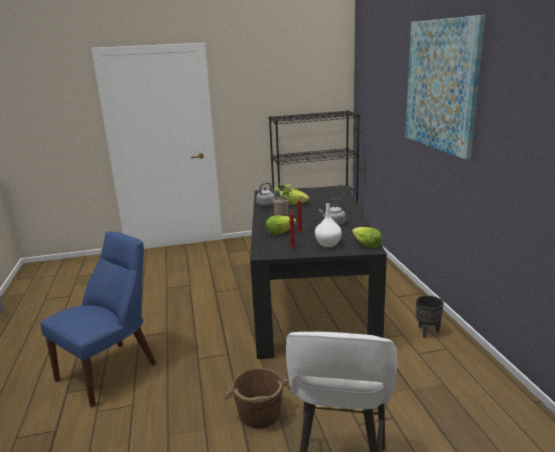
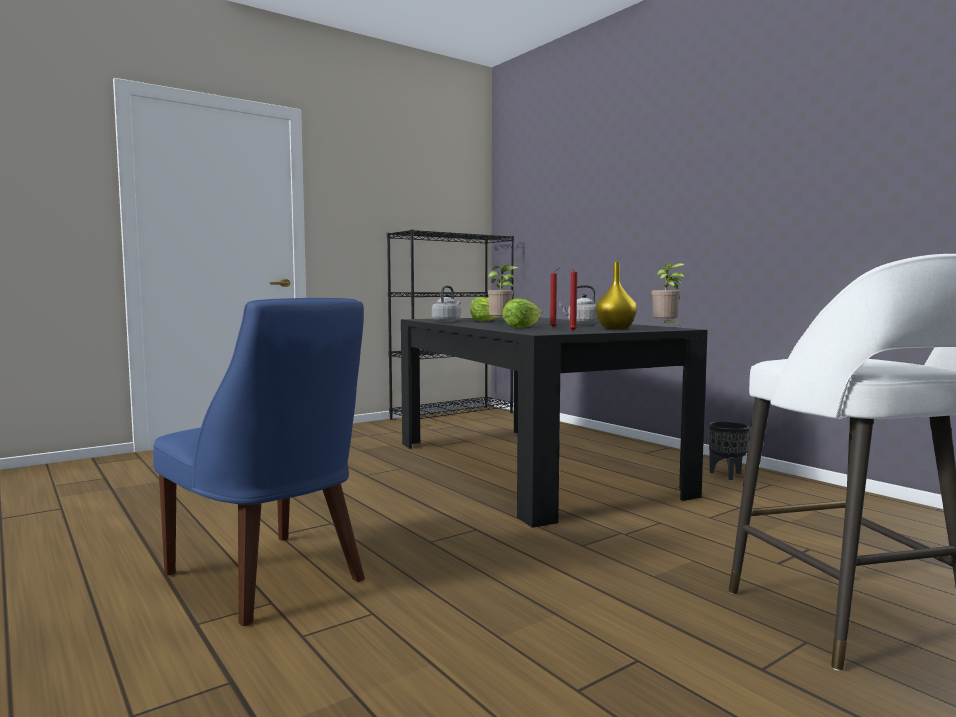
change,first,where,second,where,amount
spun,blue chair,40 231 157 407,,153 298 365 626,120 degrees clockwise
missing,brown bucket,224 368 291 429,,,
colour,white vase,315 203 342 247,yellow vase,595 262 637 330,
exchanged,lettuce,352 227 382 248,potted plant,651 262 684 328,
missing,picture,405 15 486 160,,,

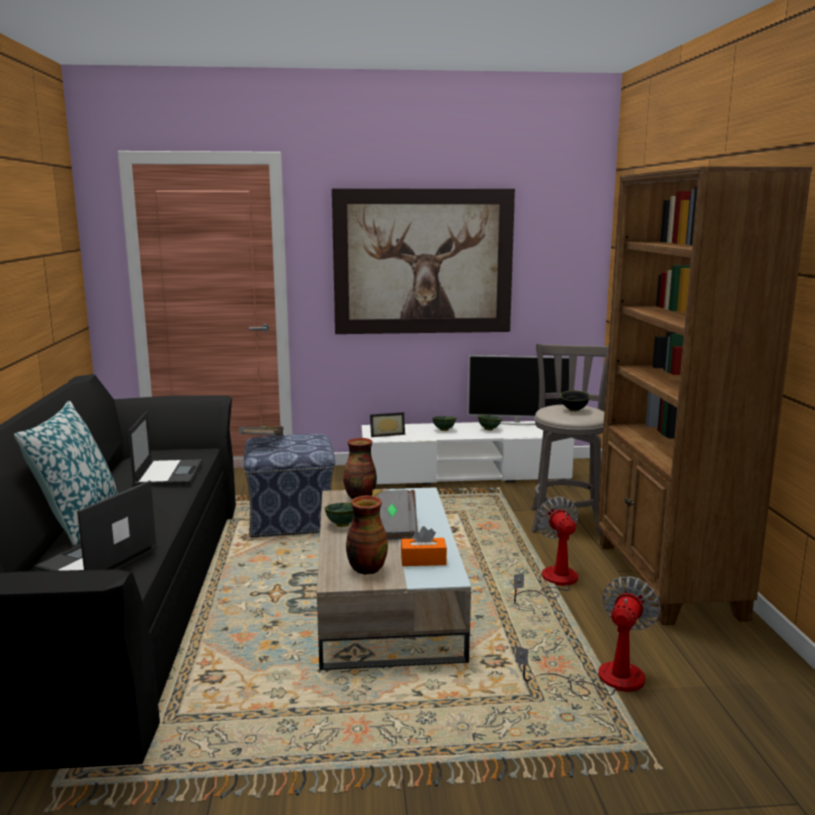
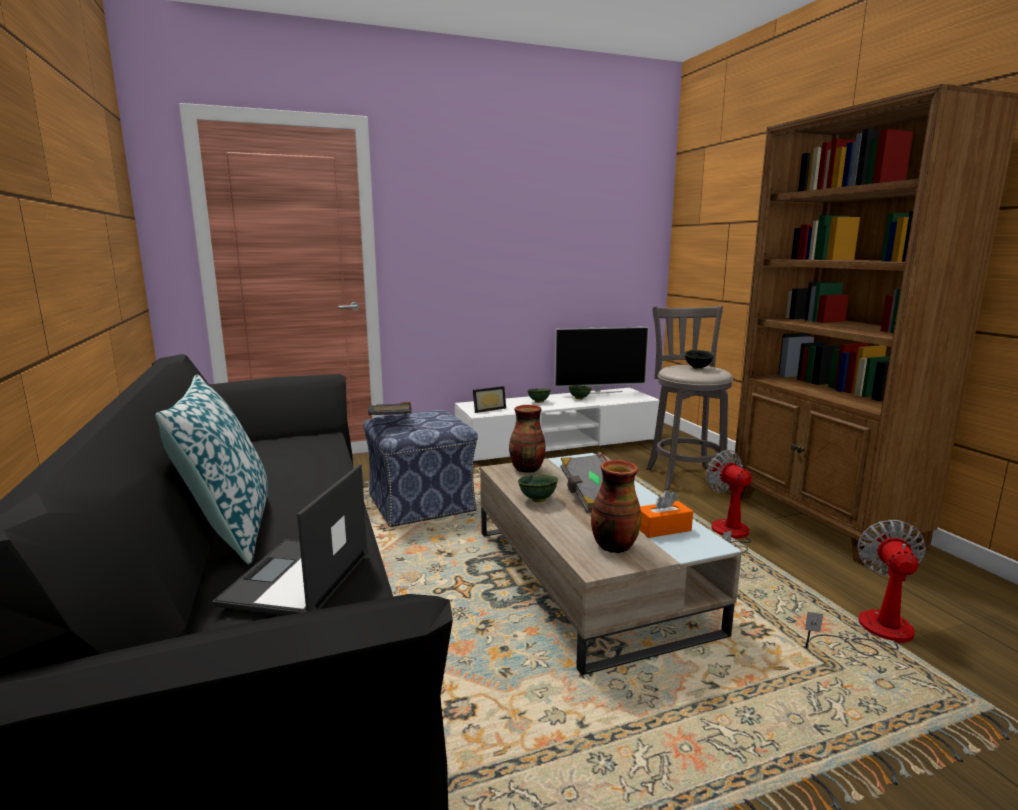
change,first,where,second,where,amount
missing,laptop,128 412 202 486,,,
missing,picture,332 188 515 334,,,

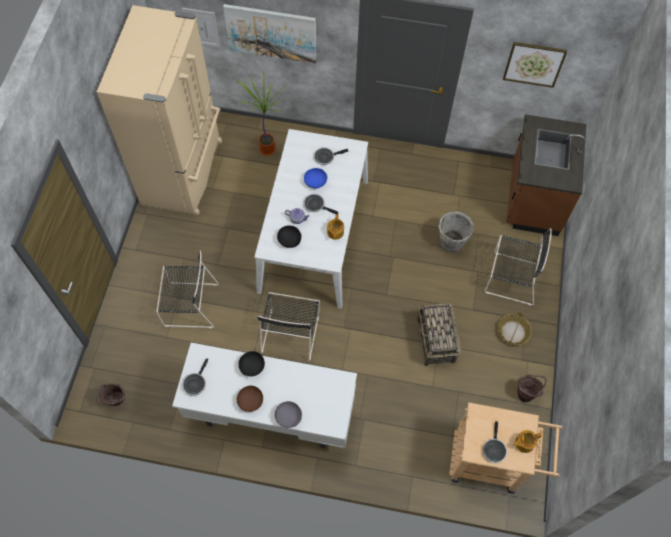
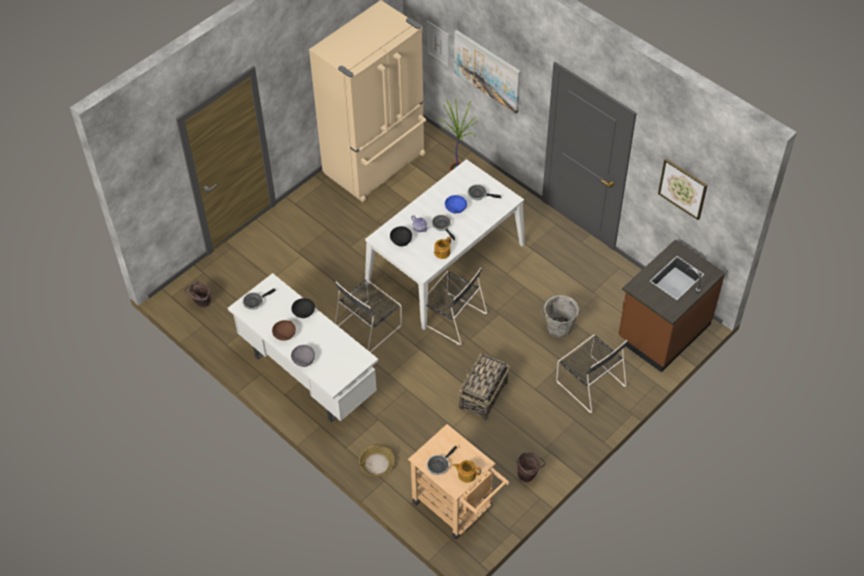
change,first,where,second,where,amount
relocated,black chair,157 250 219 328,,419 267 487 345,
relocated,basket,497 311 532 346,,359 445 394 476,

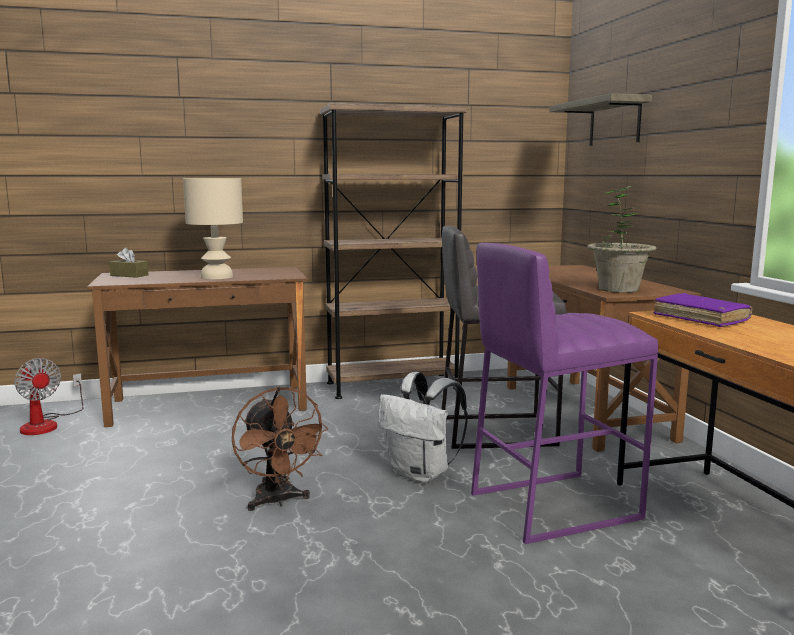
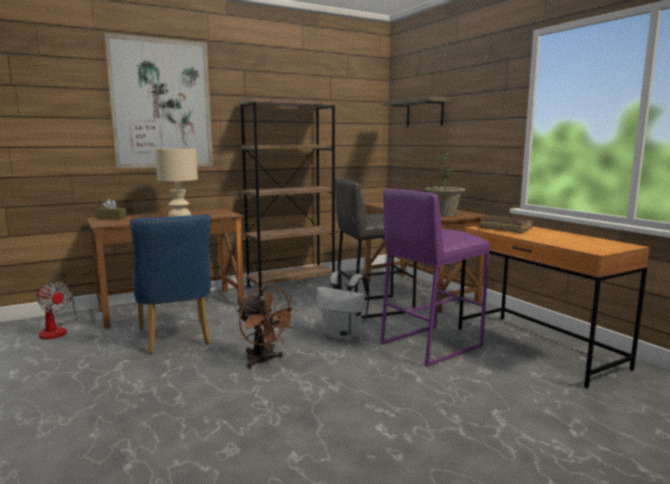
change,first,where,second,where,amount
colour,purple book,653 293 753 327,brown book,479 215 533 233,
appeared,,,picture,104 33 213 169,
appeared,,,blue chair,130 214 211 354,

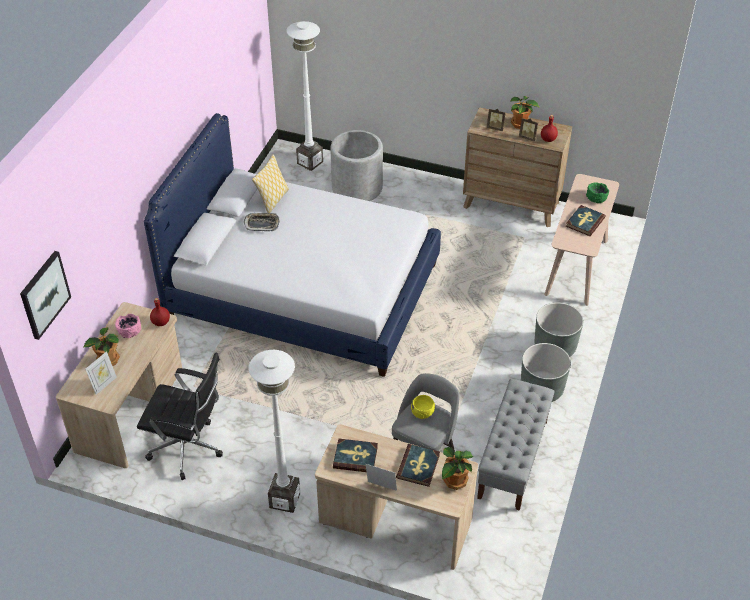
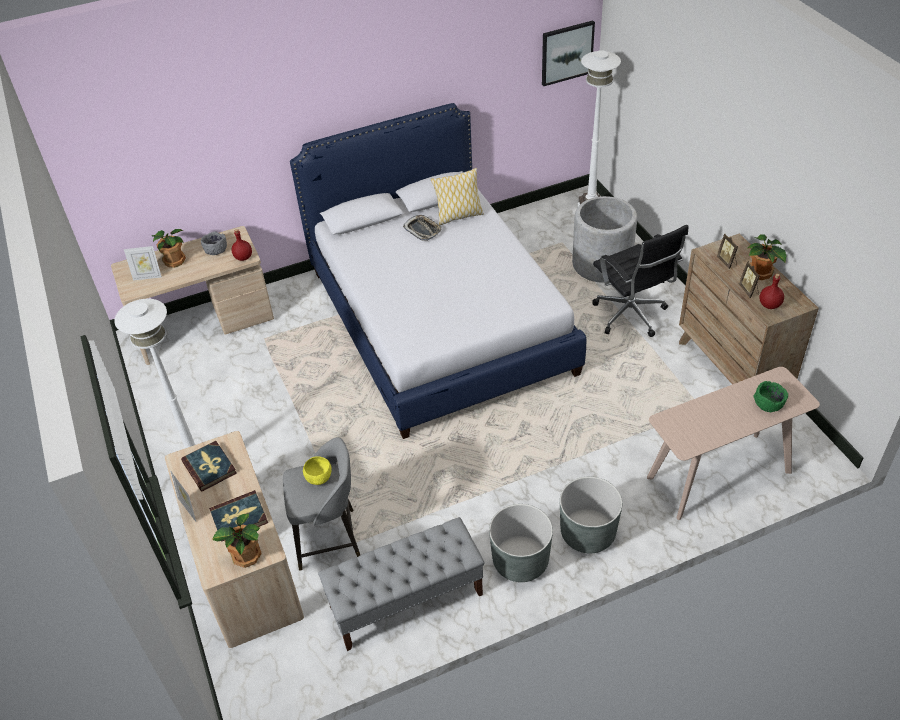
change,first,where,second,where,amount
relocated,picture,20 251 71 340,,542 20 595 86,
colour,pink bowl,115 314 141 338,grey bowl,201 232 227 255,
relocated,black office chair,137 353 223 480,,592 225 688 337,
missing,book,566 205 606 236,,,

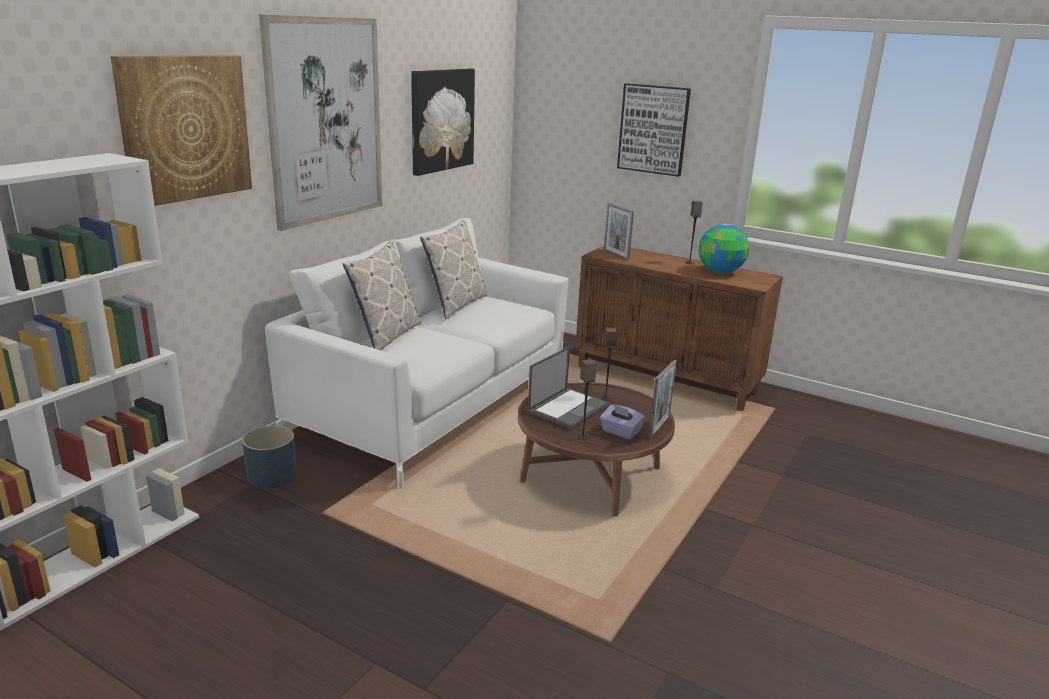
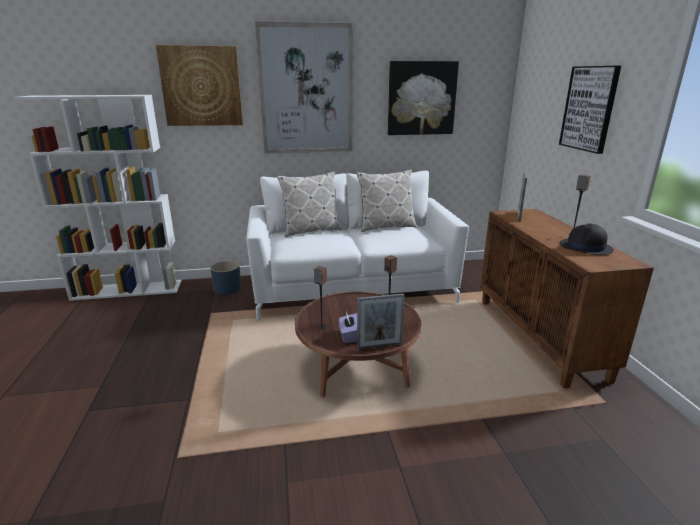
change,first,where,second,where,amount
missing,laptop,528 346 609 429,,,
exchanged,globe,698 224 750 274,black hat,560 223 614 255,

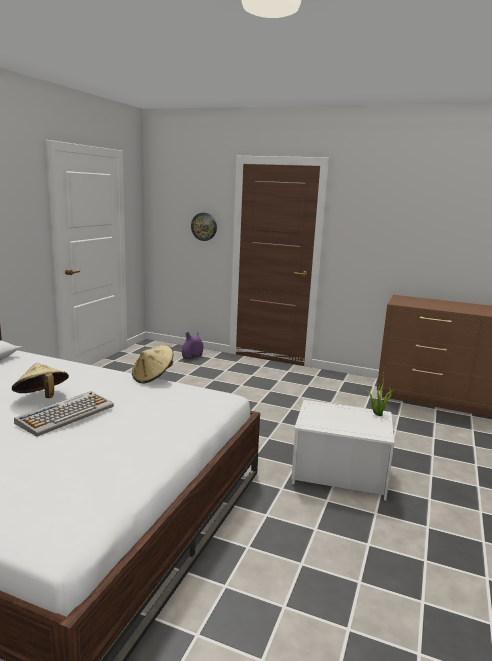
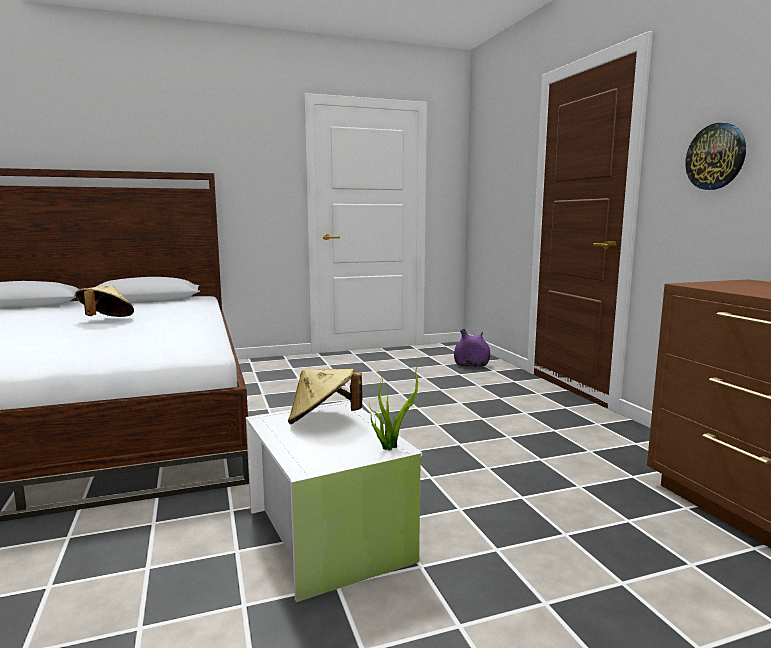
change,first,where,second,where,amount
missing,keyboard,14 391 114 437,,,
relocated,beige hat,132 345 173 384,,288 369 362 424,
relocated,wall clock,191 213 217 241,,685 123 746 190,

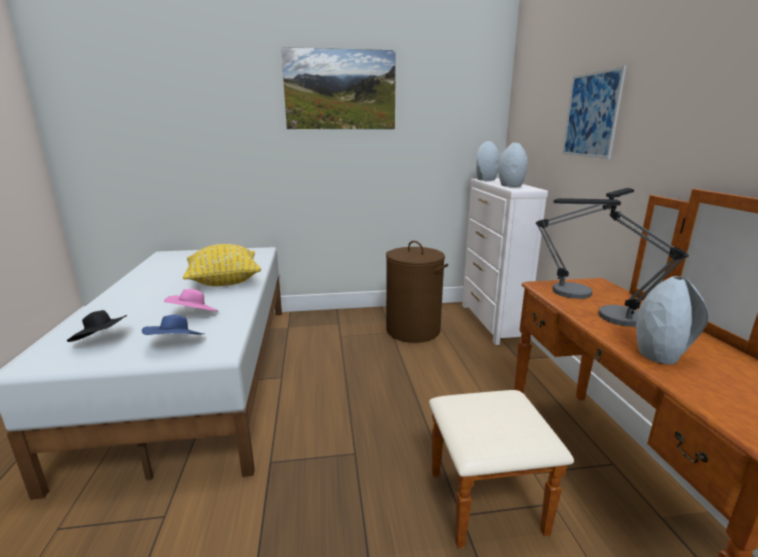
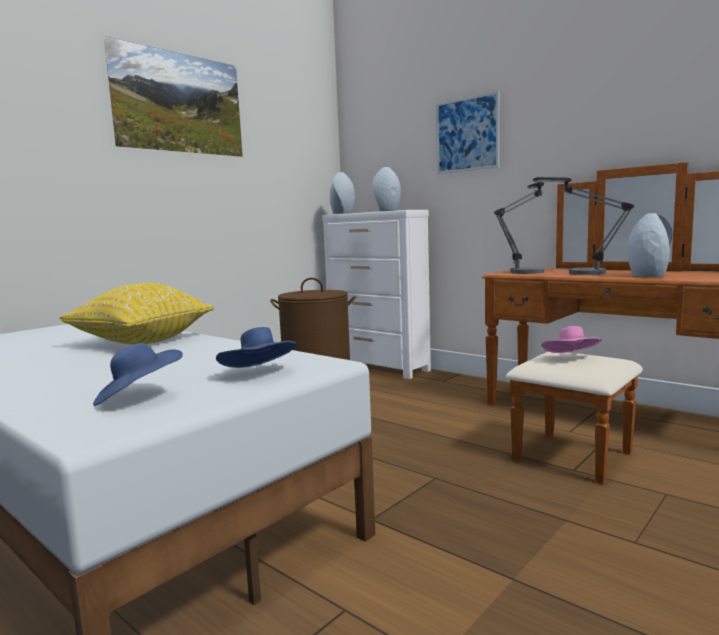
change,first,where,second,where,amount
colour,black hat,67 310 127 342,blue hat,93 343 183 406,
relocated,pink hat,164 289 218 311,,541 326 602 353,

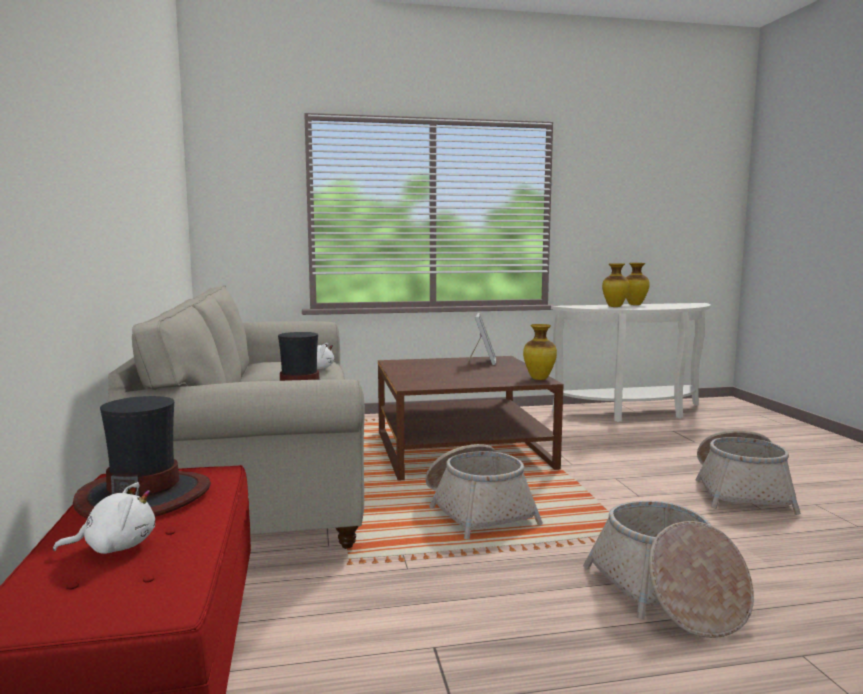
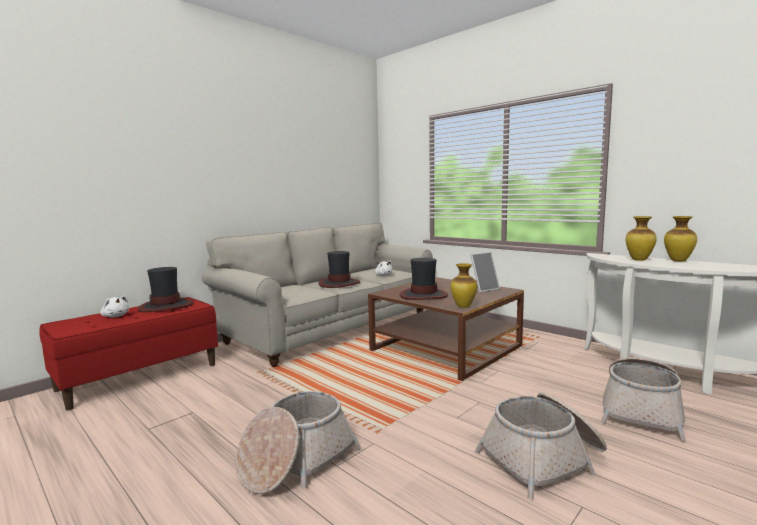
change,first,where,second,where,amount
relocated,basket,425 444 543 540,,601 357 686 441,
appeared,,,hat,400 258 448 300,

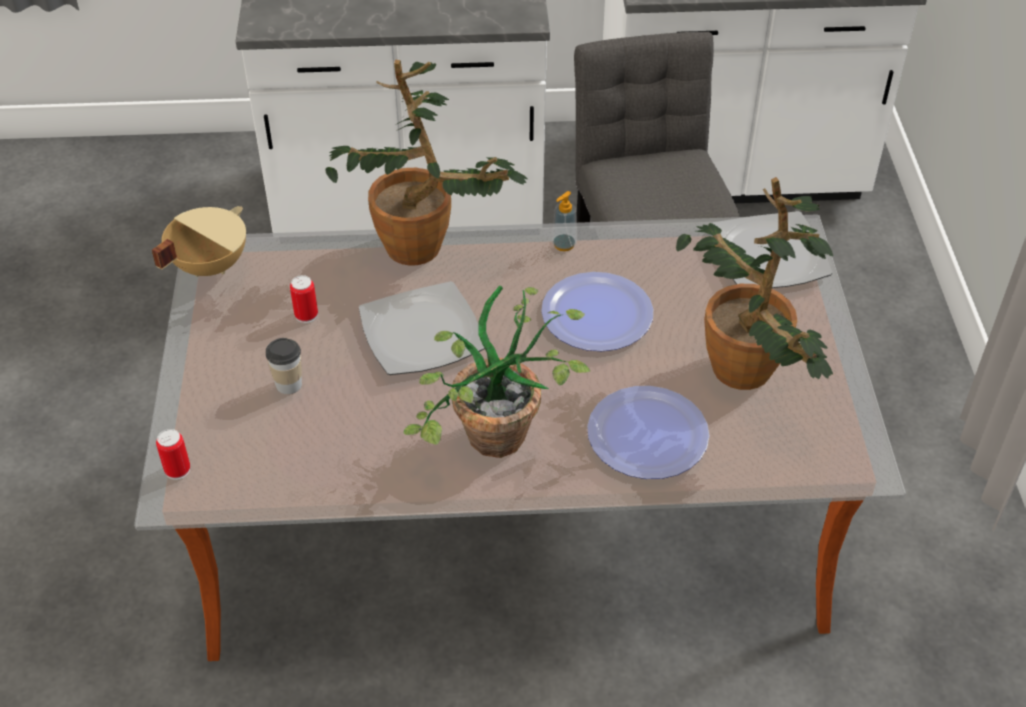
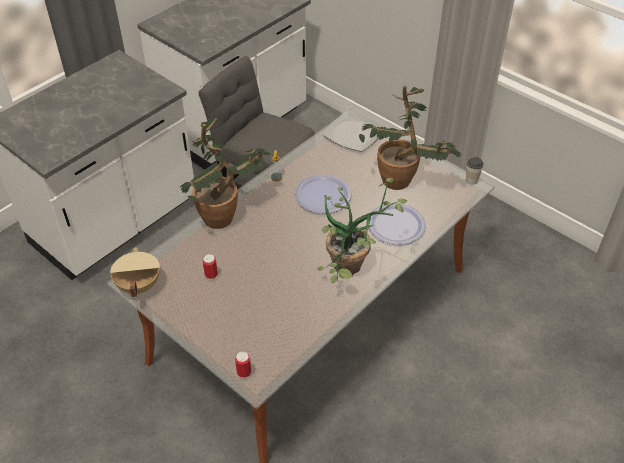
change,first,where,second,where,amount
relocated,cup,266 338 302 394,,466 157 483 185,
missing,plate,359 281 485 375,,,

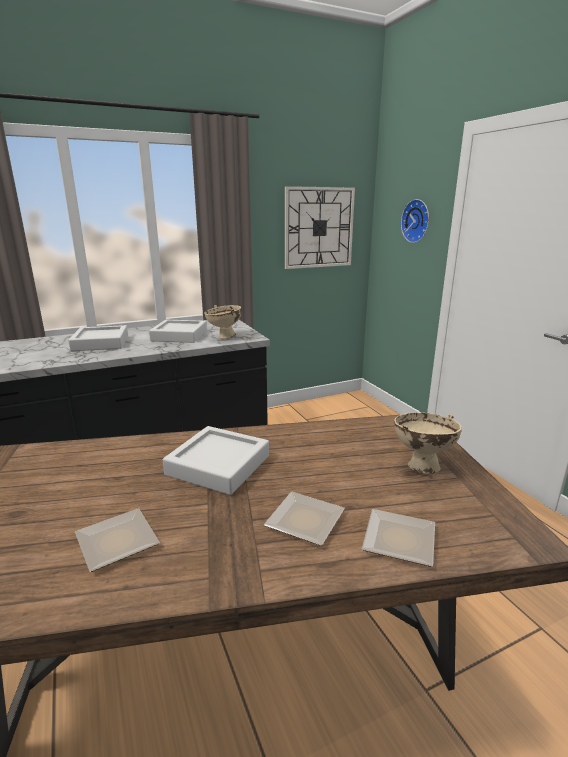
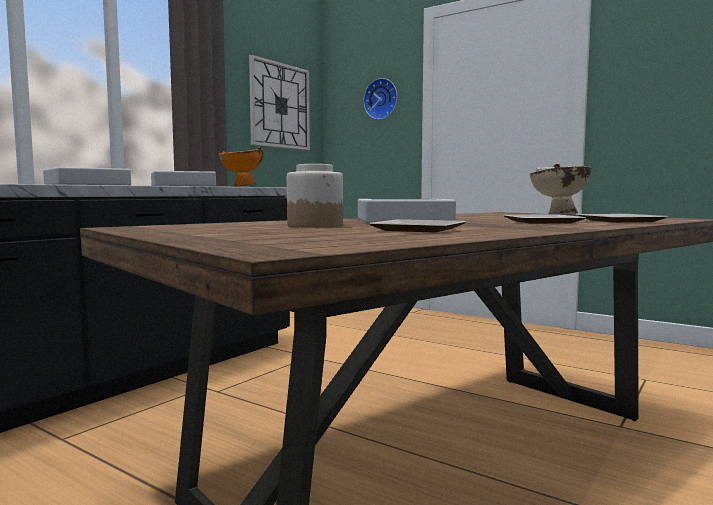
change,first,where,second,where,amount
colour,beige bowl,204 305 242 339,orange bowl,219 147 263 187,
appeared,,,jar,287 164 343 228,

